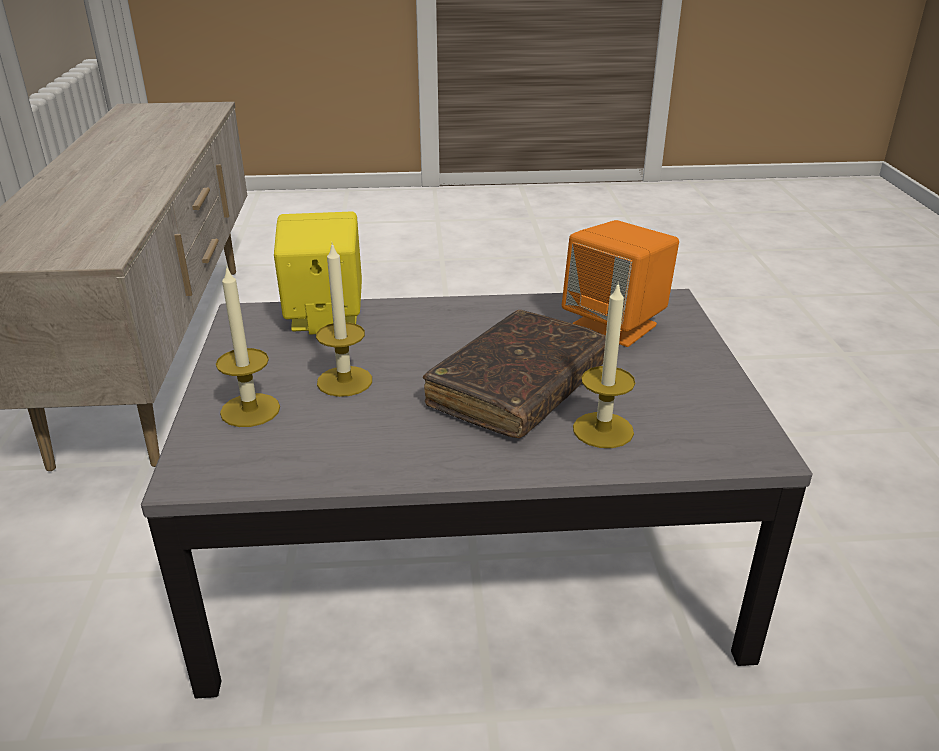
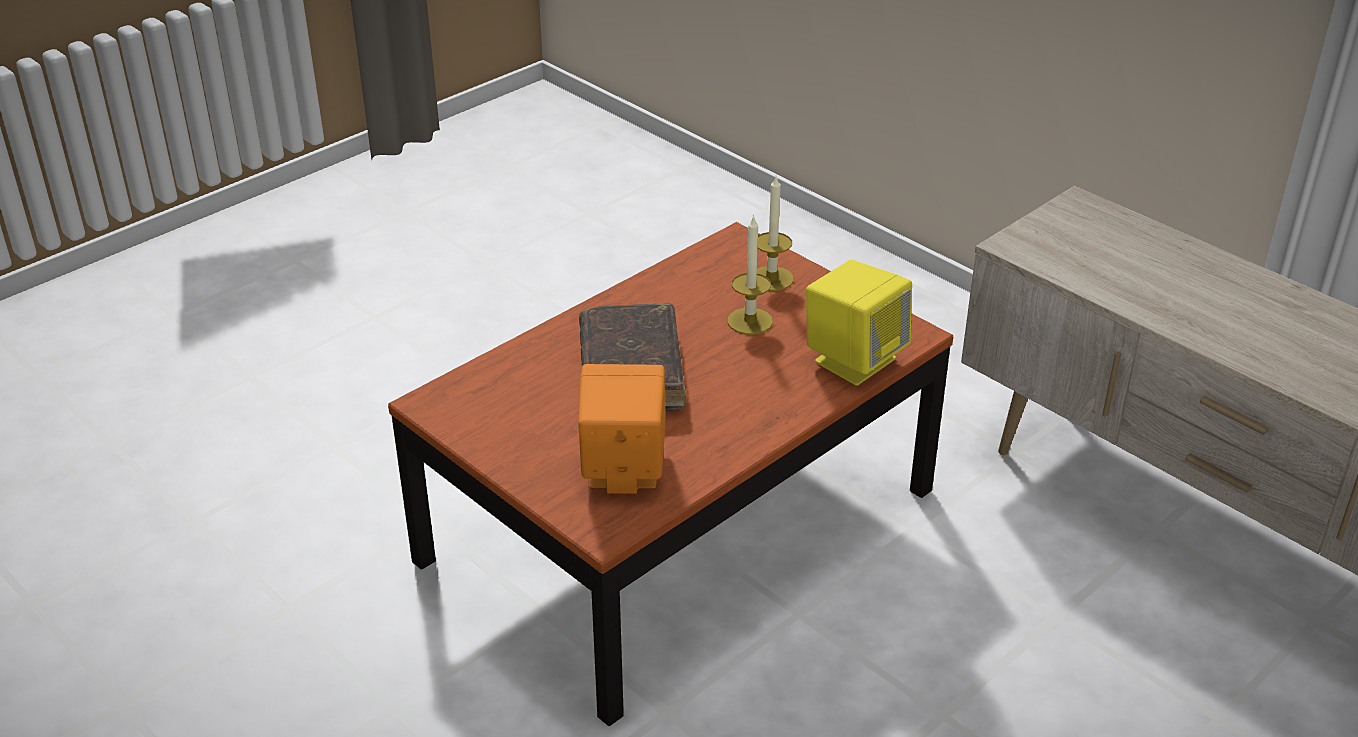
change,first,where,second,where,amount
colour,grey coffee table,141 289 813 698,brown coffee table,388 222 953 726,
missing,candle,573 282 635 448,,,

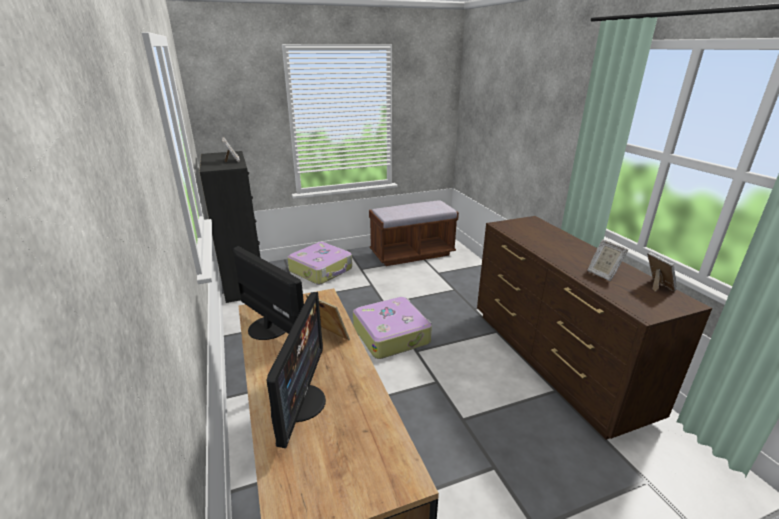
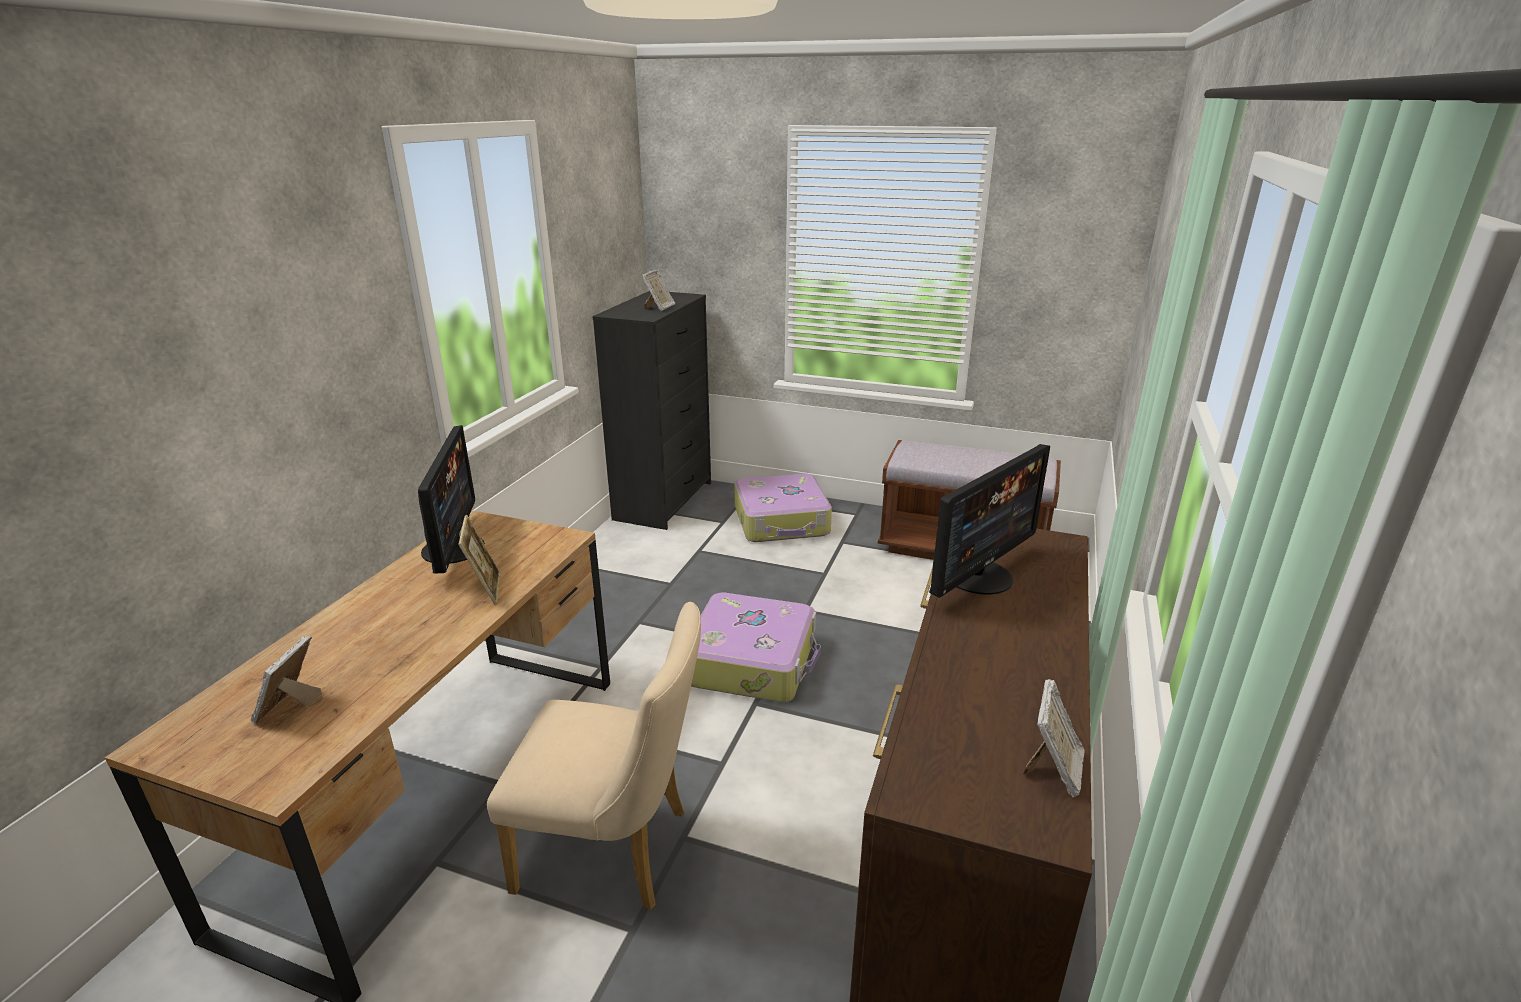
change,first,where,second,where,amount
relocated,monitor,267 292 326 448,,929 444 1050 598,
relocated,picture frame,587 239 628 281,,250 635 322 725,
appeared,,,beige chair,487 602 701 910,

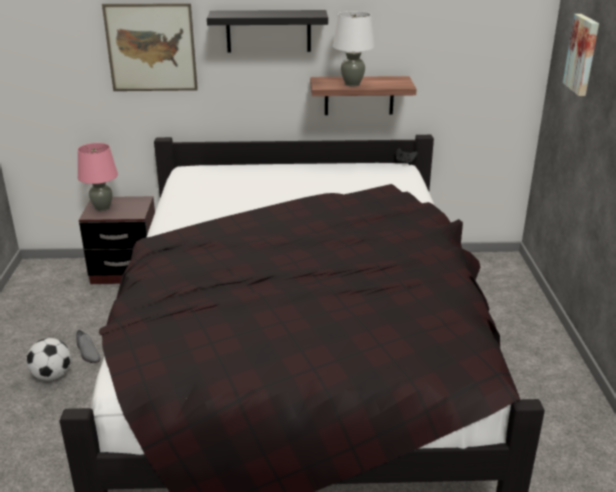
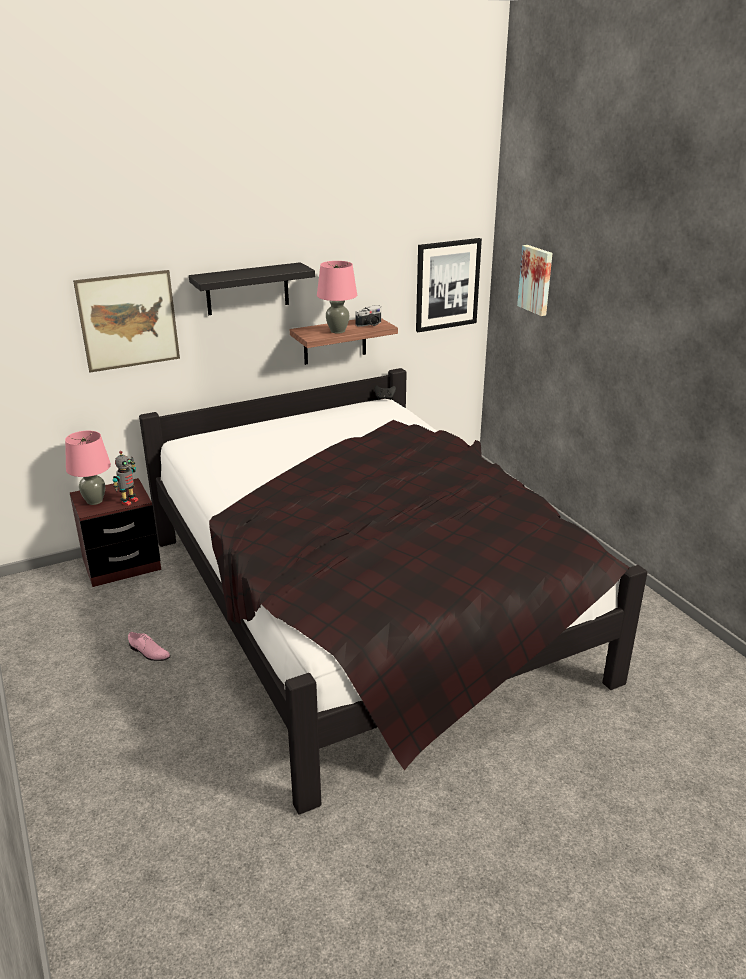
change,first,where,second,where,amount
missing,football,26 338 71 381,,,
colour,grey shoe,76 330 100 363,pink shoe,128 632 171 661,
colour,white table lamp,333 11 375 87,pink table lamp,317 261 357 334,
appeared,,,toy robot,113 451 138 506,
appeared,,,photo camera,355 305 381 327,
appeared,,,picture,416 238 482 332,

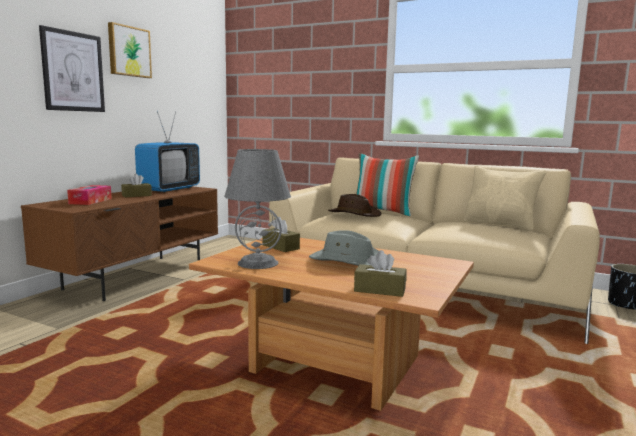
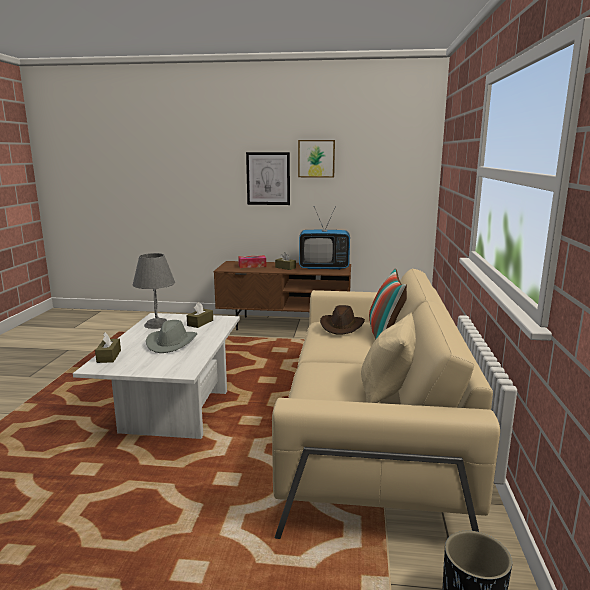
change,first,where,second,where,amount
colour,brown coffee table,189 238 474 411,white coffee table,73 313 240 439,

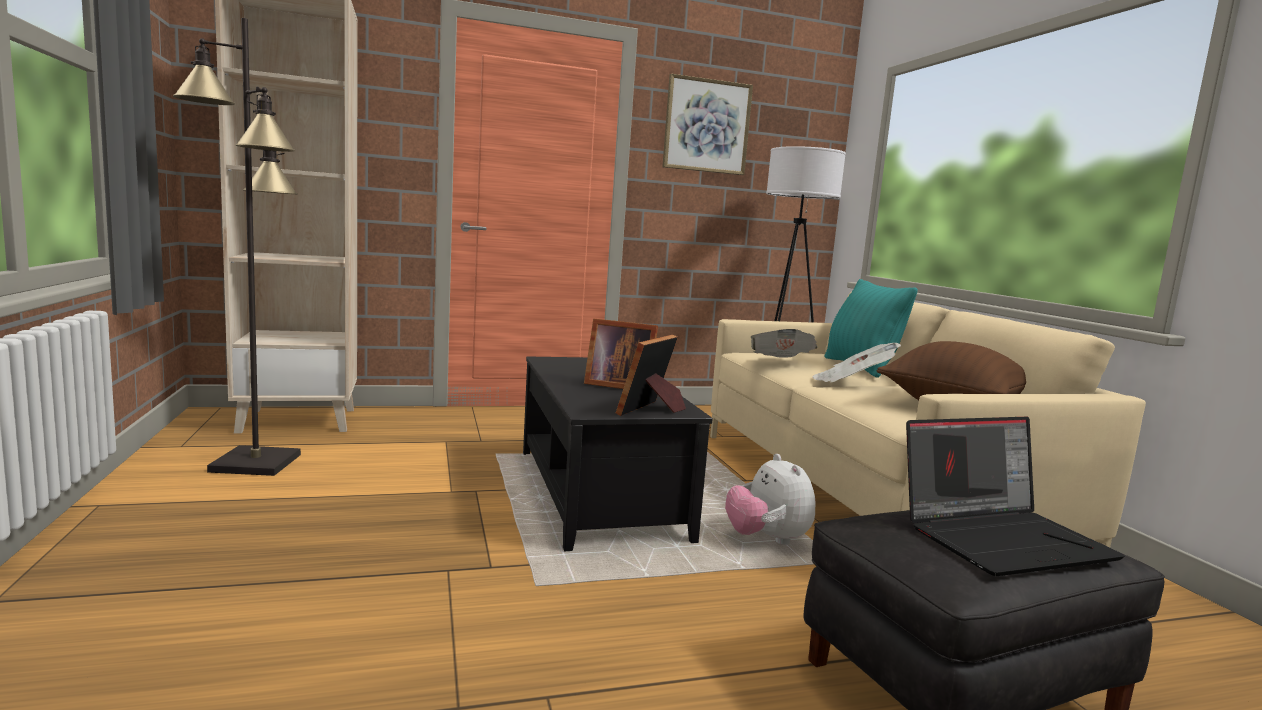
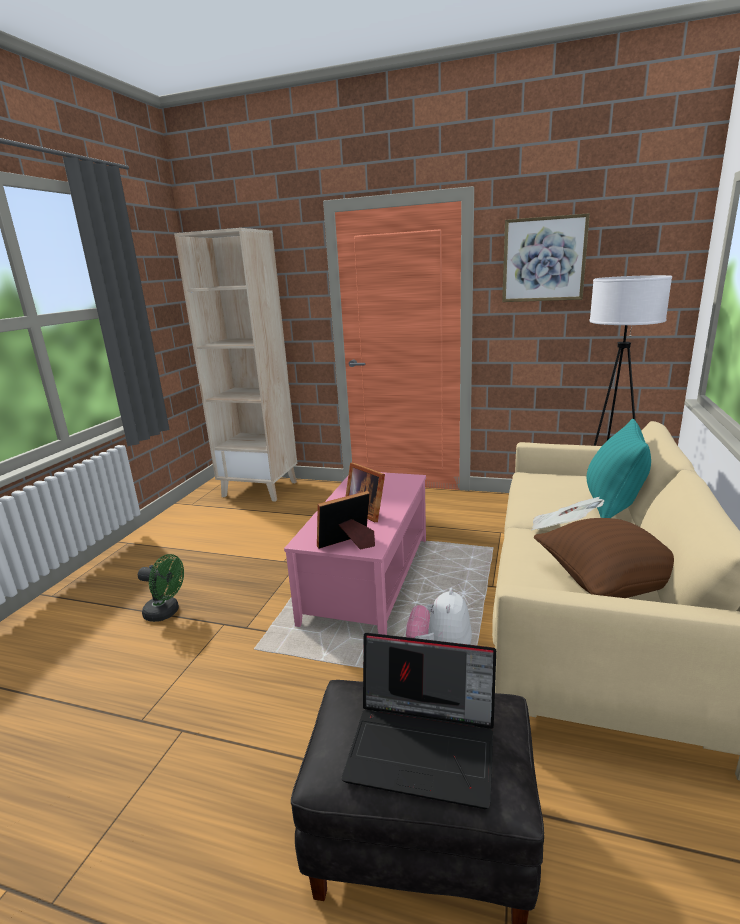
change,first,where,second,where,amount
missing,black floor lamp,173 18 301 476,,,
colour,black coffee table,523 357 713 551,pink coffee table,284 472 426 635,
missing,newspaper,751 329 817 358,,,
appeared,,,green fan,138 554 184 622,

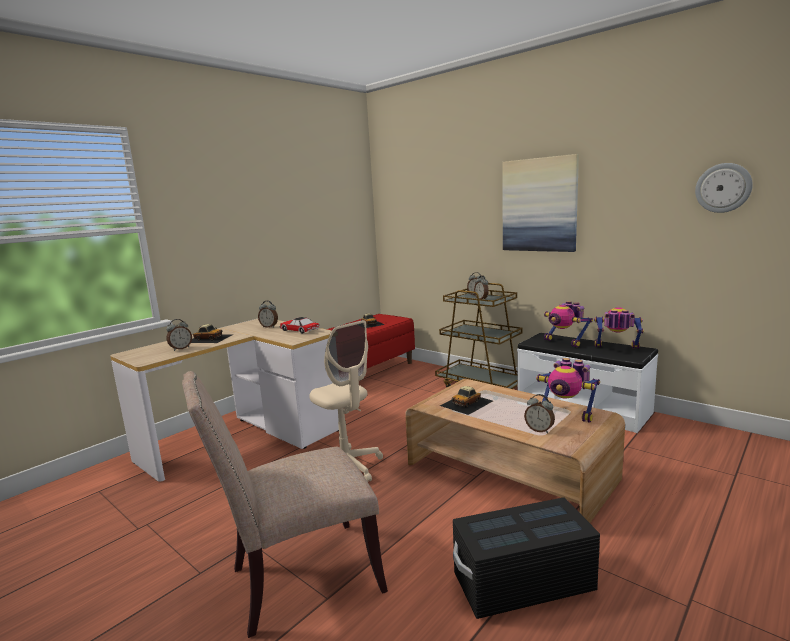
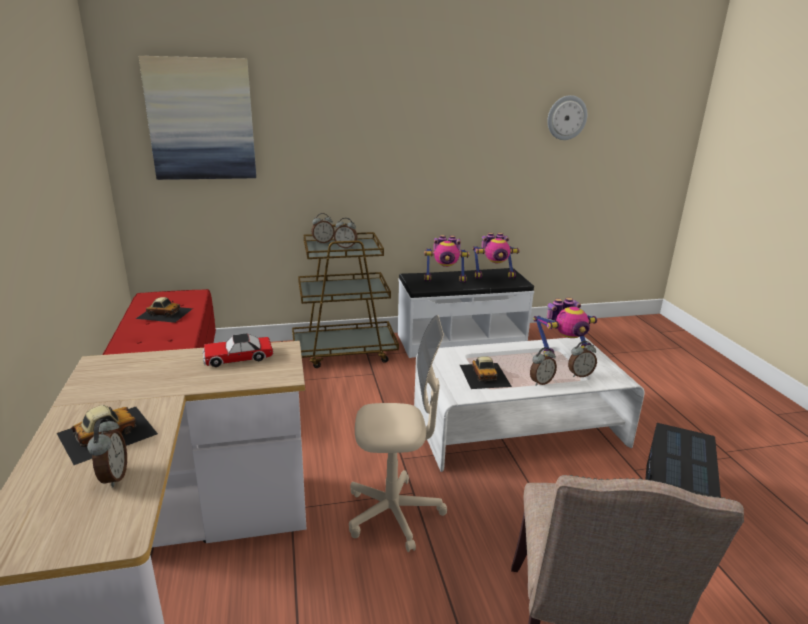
change,first,where,second,where,amount
relocated,alarm clock,258 301 278 328,,530 347 557 385,
colour,brown coffee table,405 379 625 523,white coffee table,414 337 645 472,
relocated,picture,502 154 579 252,,139 56 256 180,
spun,toy robot,594 307 644 349,,472 233 520 279,150 degrees counterclockwise

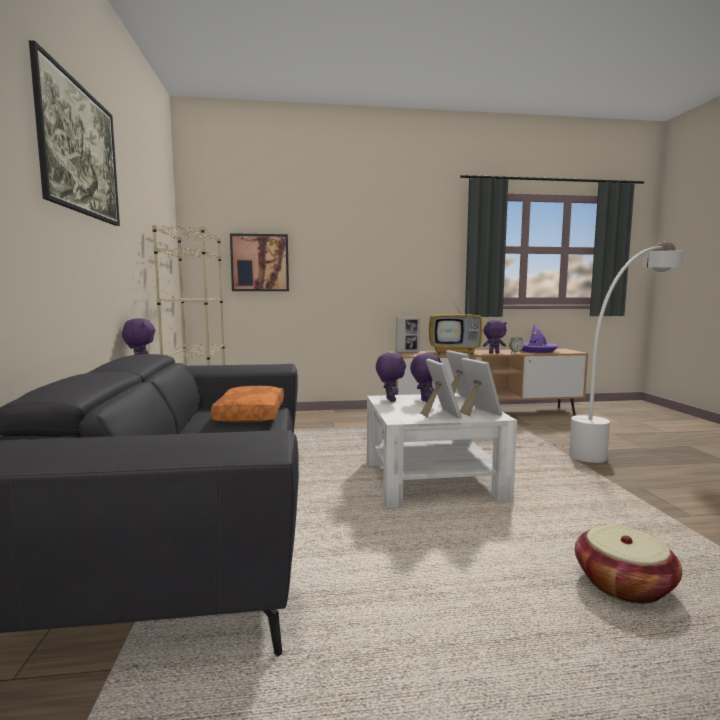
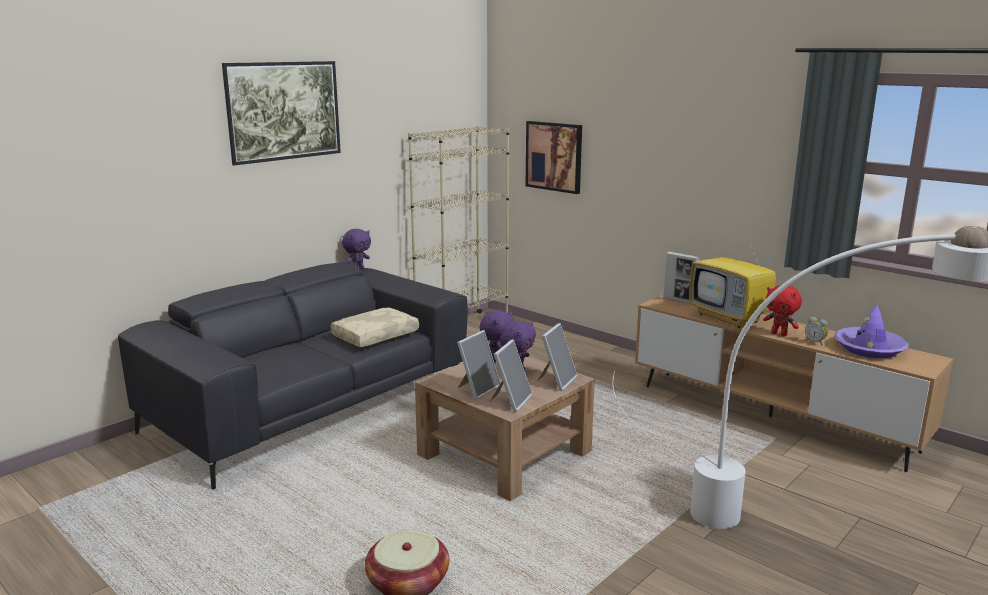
change,first,where,second,where,amount
colour,orange pillow,211 386 284 422,beige pillow,330 308 419 347,
colour,white coffee table,367 393 517 508,brown coffee table,415 357 595 501,
colour,purple plush toy,483 320 507 354,red plush toy,763 285 802 336,

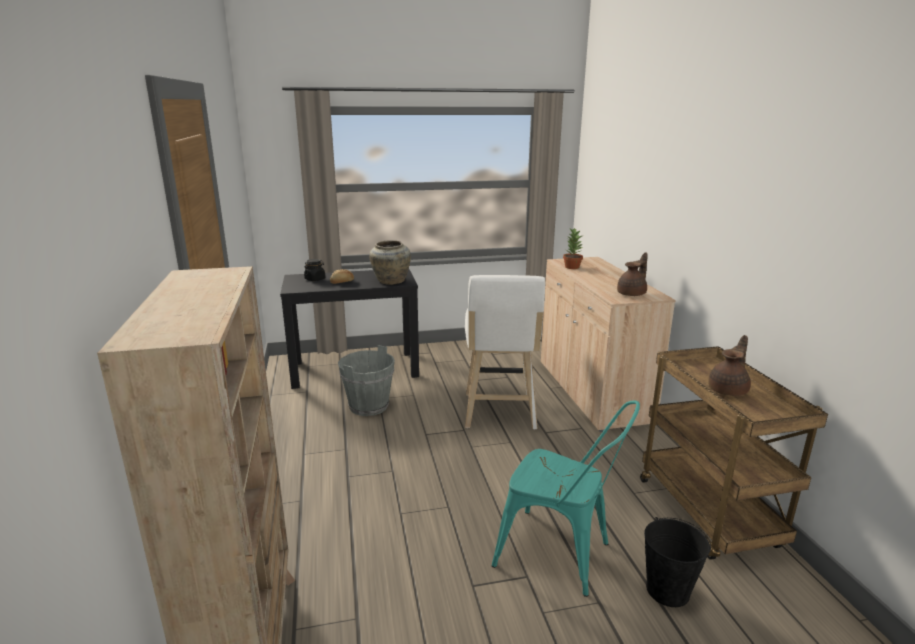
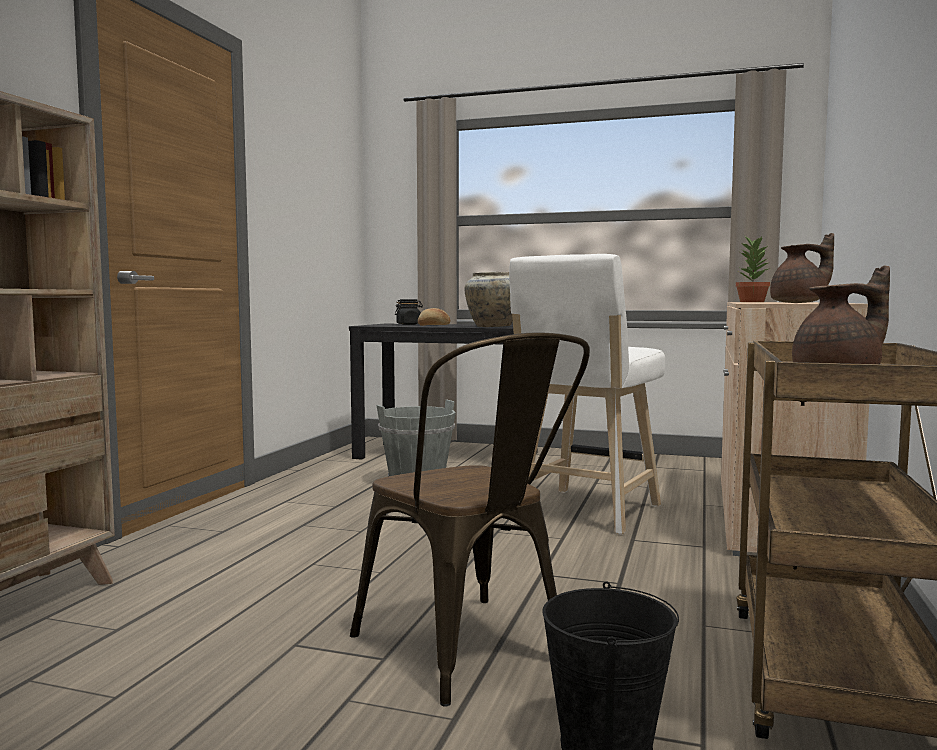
change,first,where,second,where,amount
colour,turquoise chair,492 400 640 597,brown chair,350 332 590 707,

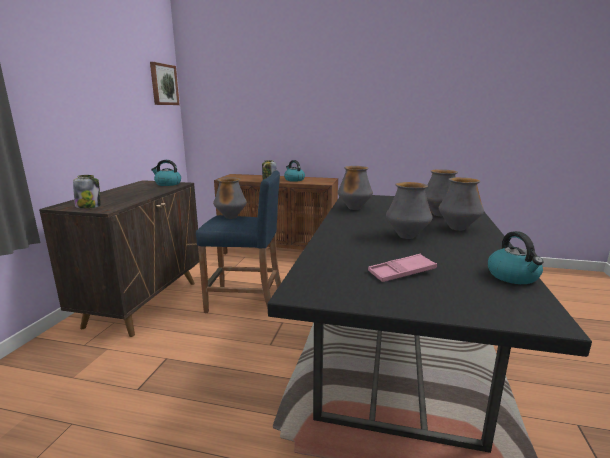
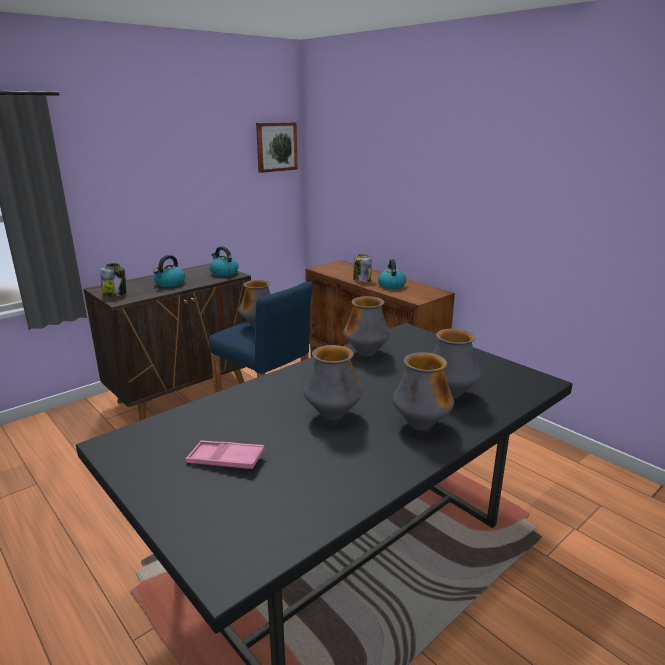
change,first,where,second,where,amount
relocated,kettle,488 231 544 284,,154 255 185 287,

